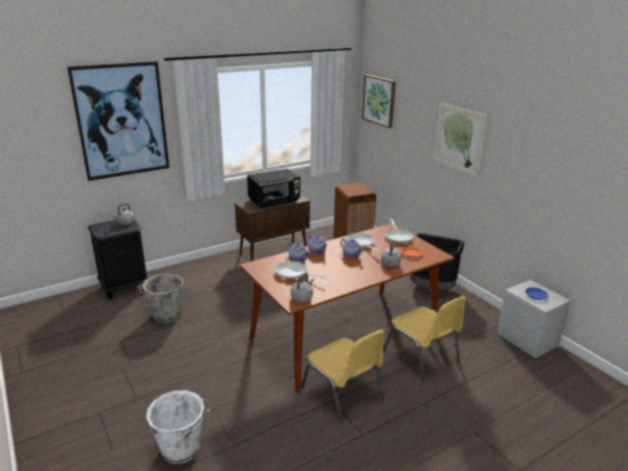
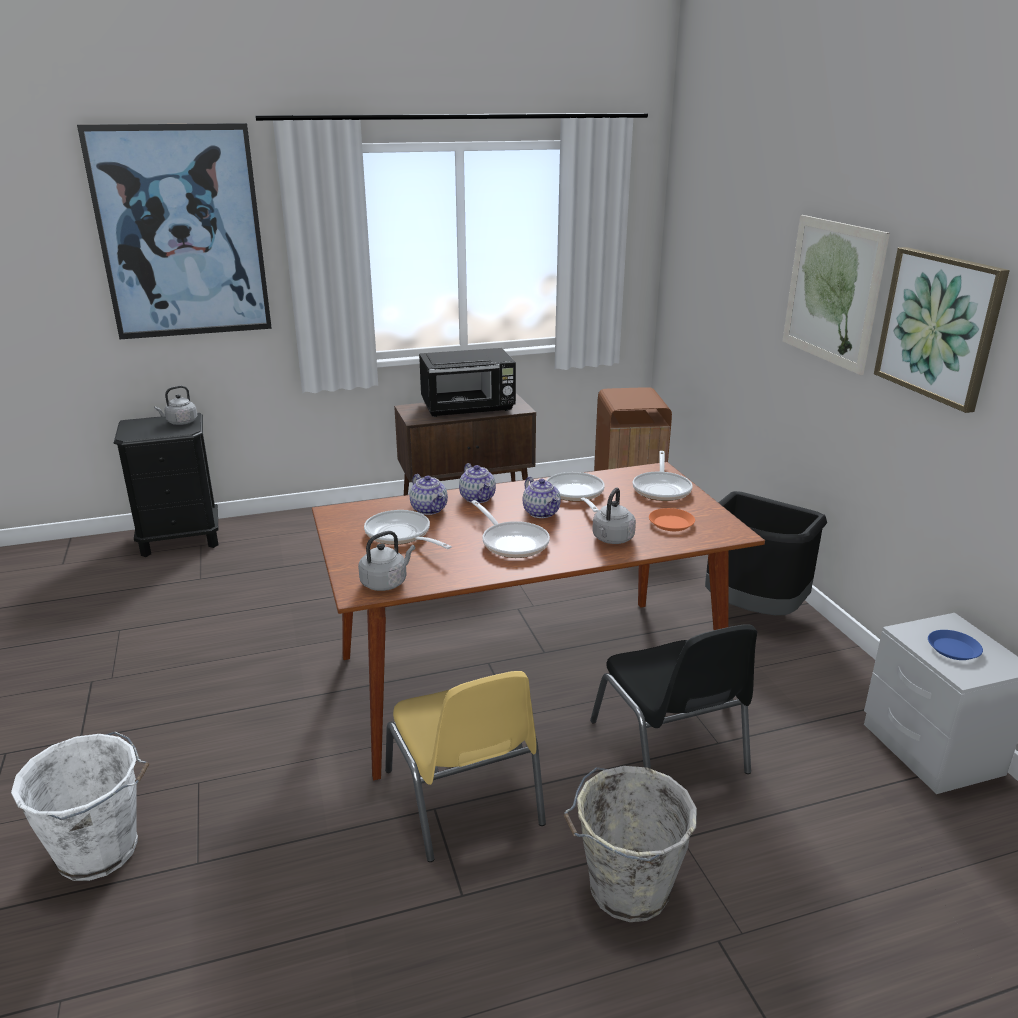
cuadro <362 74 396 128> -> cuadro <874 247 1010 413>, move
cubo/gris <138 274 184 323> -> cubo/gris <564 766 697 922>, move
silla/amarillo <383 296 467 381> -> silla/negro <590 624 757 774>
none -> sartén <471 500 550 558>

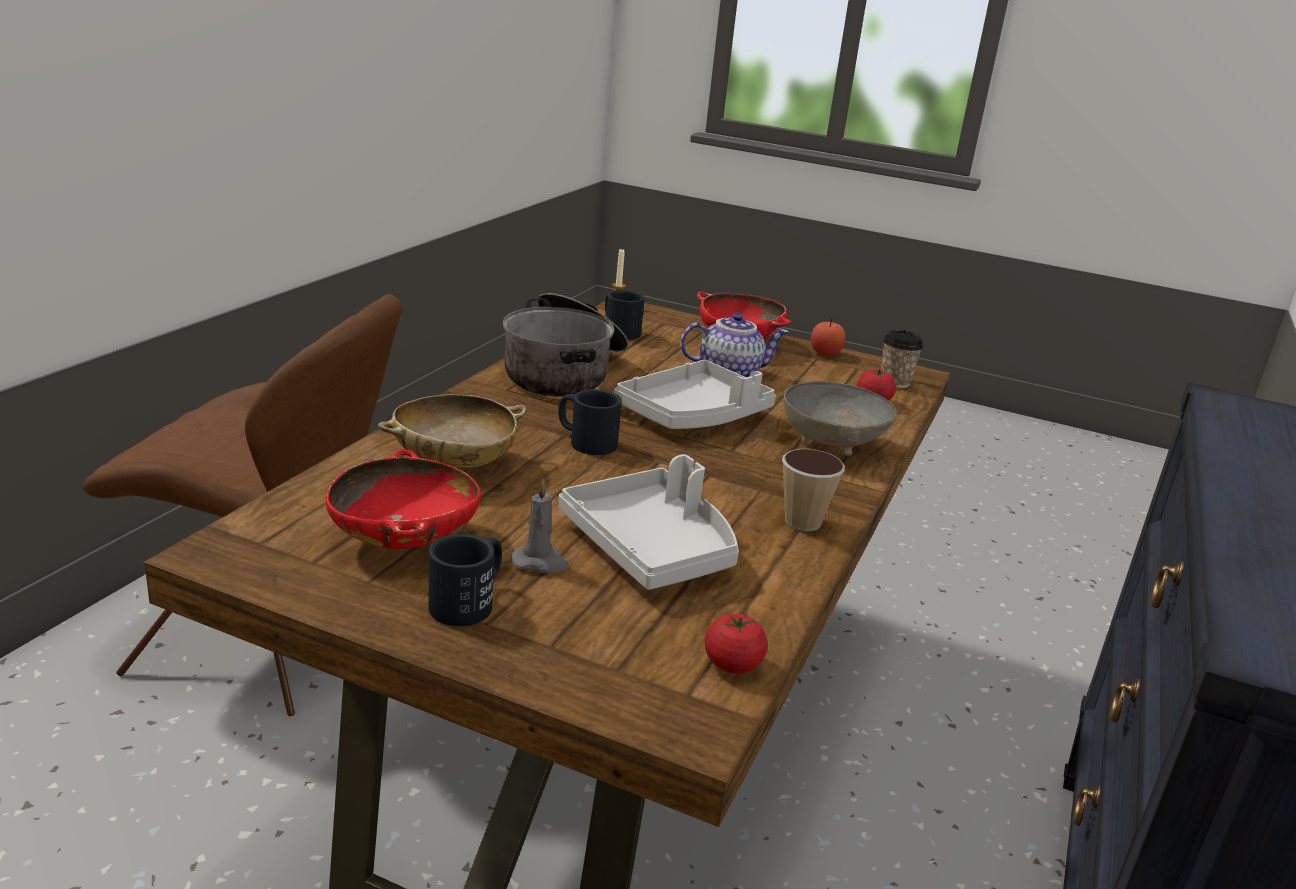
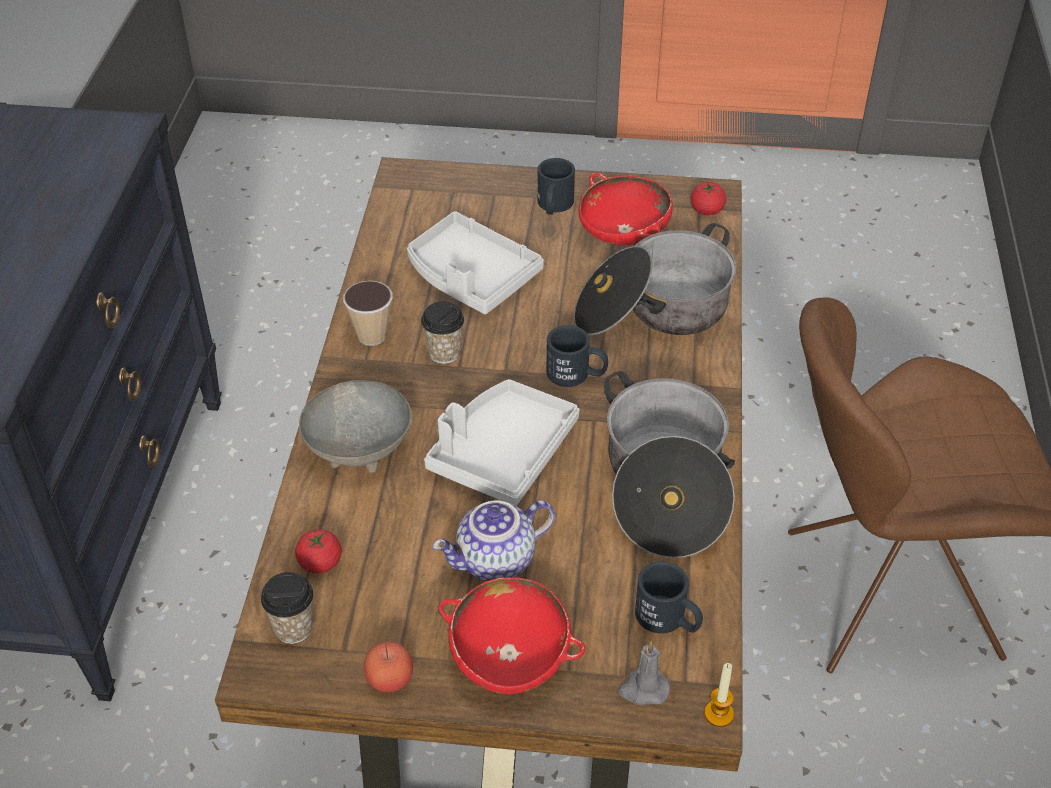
cuenco/beis <378 394 527 470> -> olla <574 223 736 335>
vela/gris <511 479 569 573> -> vela/gris <618 641 670 705>, move
tomate <705 613 768 673> -> tomate <690 182 726 215>, move
none -> taza <421 301 464 364>

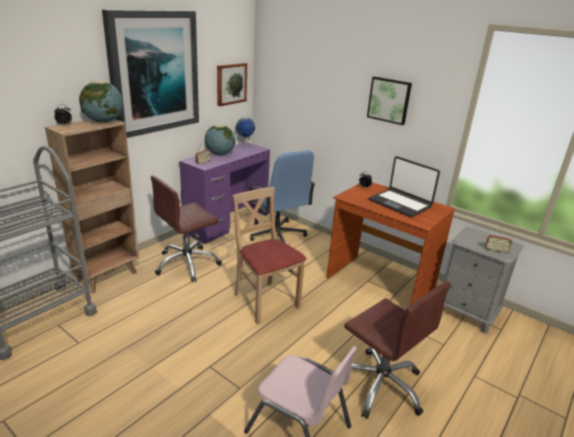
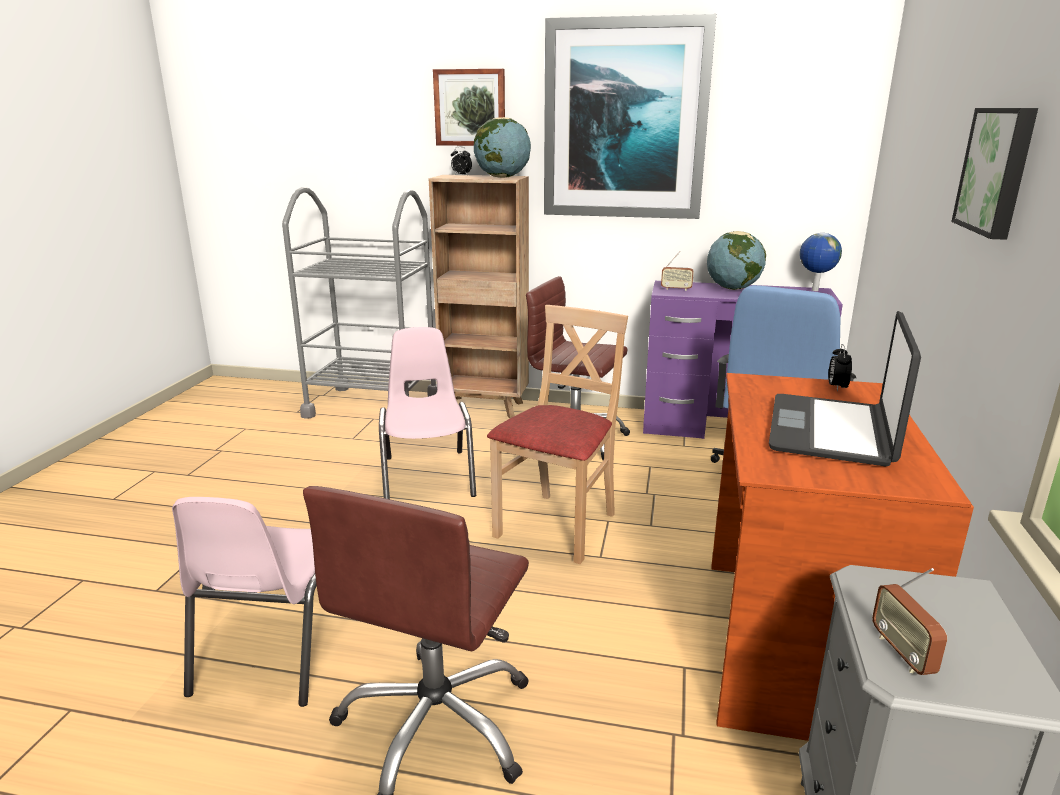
cuadro <217 63 247 106> -> cuadro <433 69 505 146>, move
none -> silla/rosa <379 327 476 499>

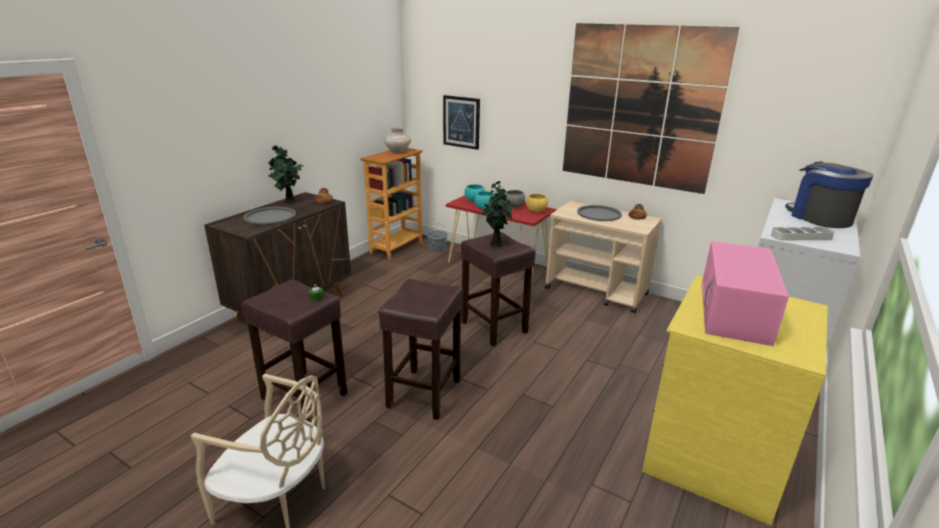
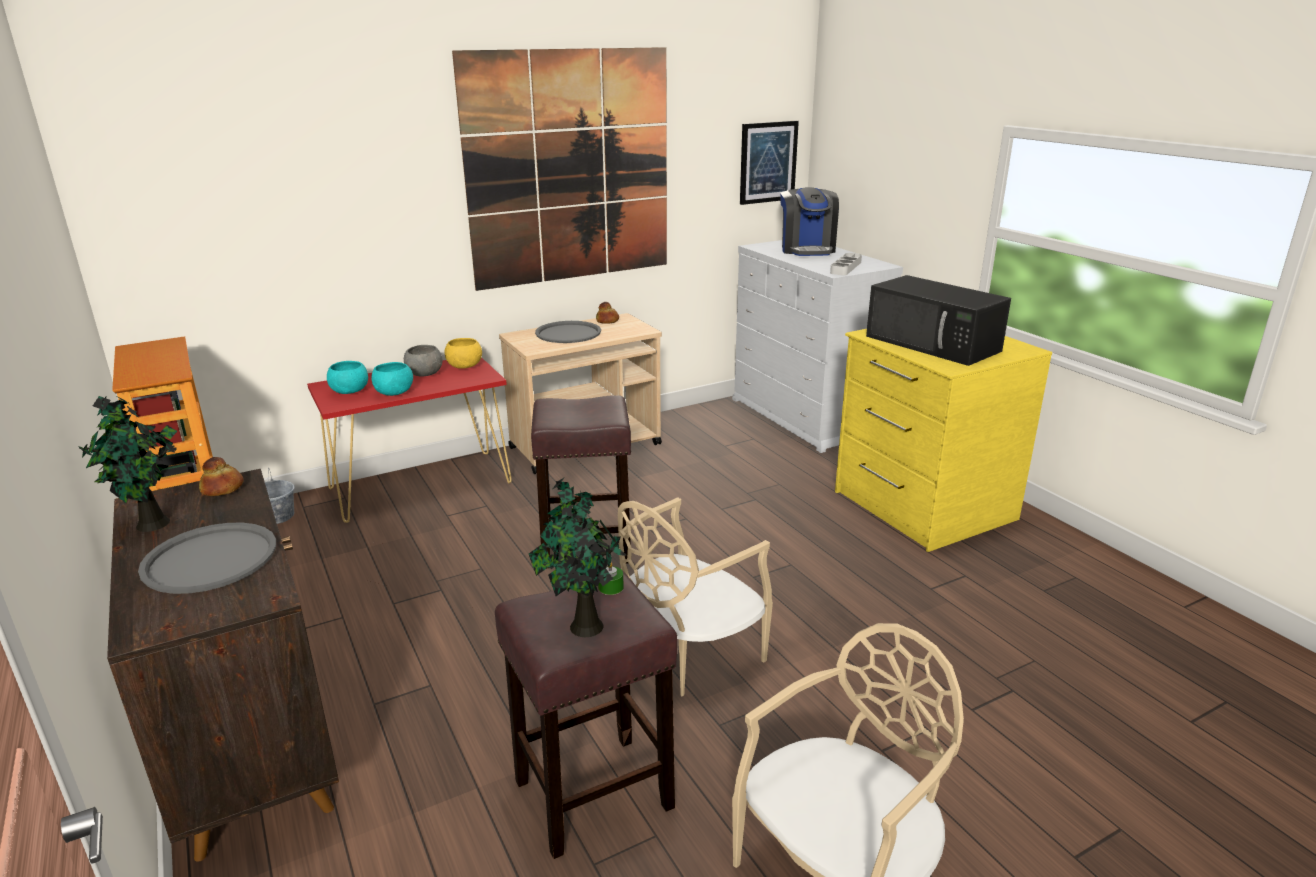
cuadro <443 95 480 150> -> cuadro <740 121 799 205>, move
florero/beis <385 127 411 153> -> none
cafetera <785 162 873 228> -> cafetera <780 187 839 256>, 105 degrees counterclockwise
planta en maceta <482 181 512 247> -> planta en maceta <529 477 626 637>, move
microondas/rosa <702 241 789 346> -> microondas/negro <866 275 1011 366>
taburete/marrón <379 279 463 420> -> silla/beis <618 497 773 697>

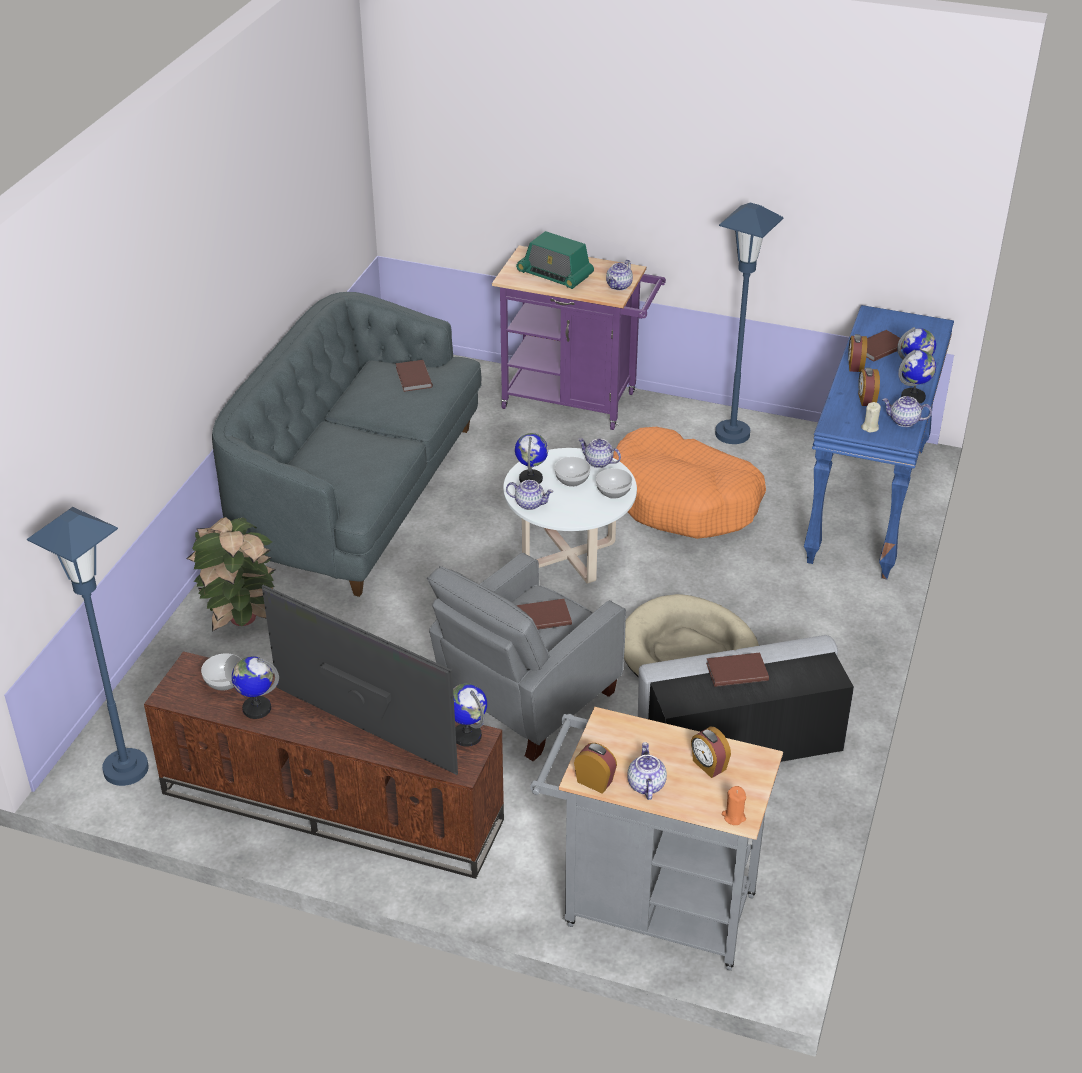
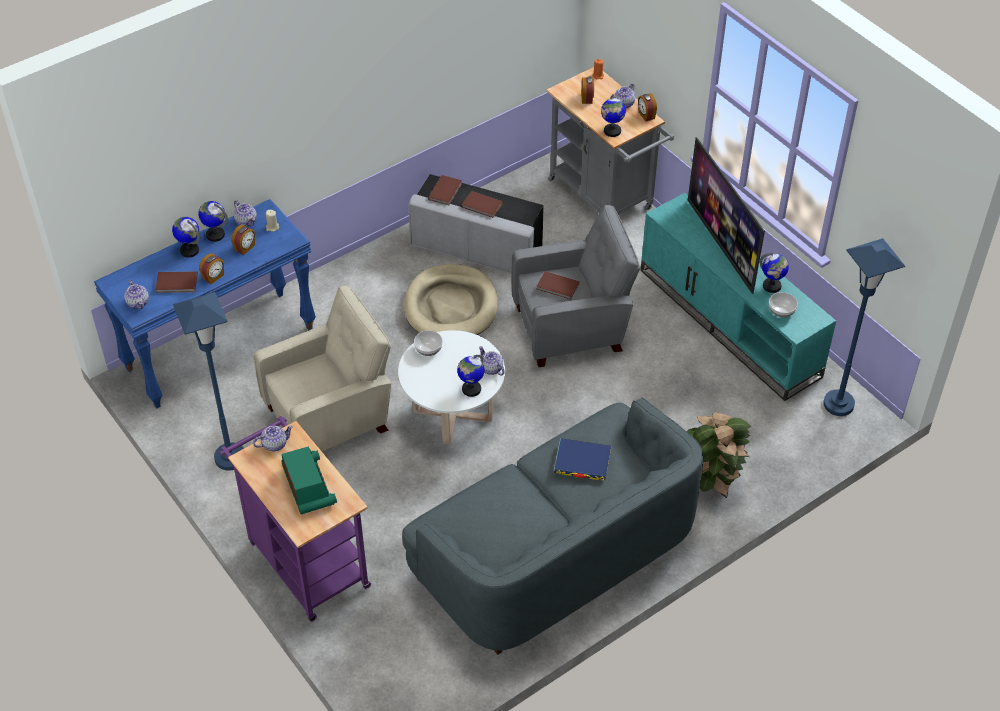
libro/marrón <395 360 433 392> -> libro/marrón <428 175 462 205>, move
cama para perro/naranja <613 427 766 539> -> sillón/beis <254 285 391 452>
tetera <578 438 621 468> -> tetera <124 280 149 309>, move
cuenco <555 457 590 487> -> none
mueble de televisión/marrón <144 651 504 879> -> mueble de televisión/turquesa <640 193 836 401>
globo terráqueo <453 683 487 747> -> globo terráqueo <601 94 626 137>, move
none -> libro/azul <554 438 611 480>

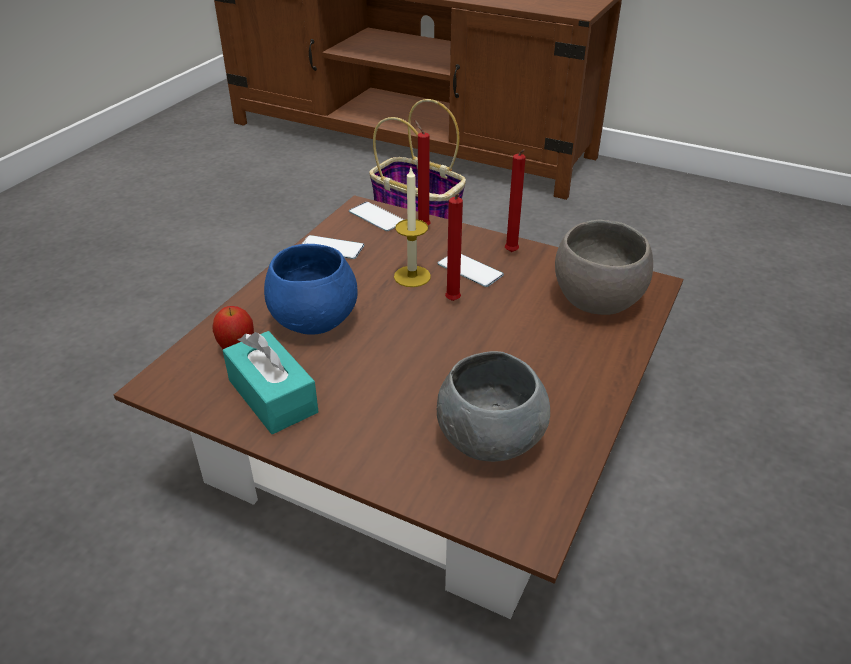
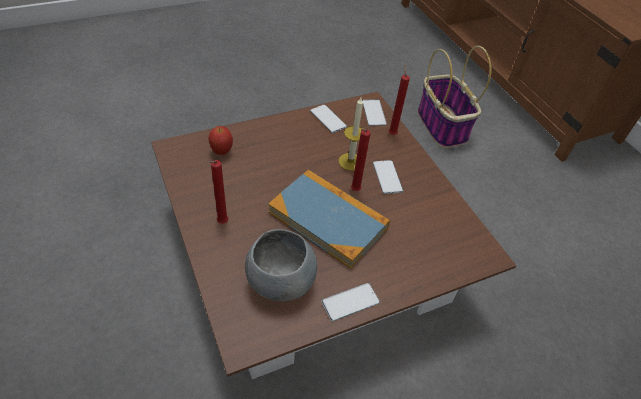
vela/rojo <505 150 526 252> -> vela/rojo <208 160 228 224>, move
cuenco/gris <555 219 653 315> -> none
cuenco/azul <264 244 357 335> -> none
caja de pañuelos/turquesa <223 331 318 434> -> none
none -> libro <268 170 390 269>
none -> móvil <321 283 380 321>

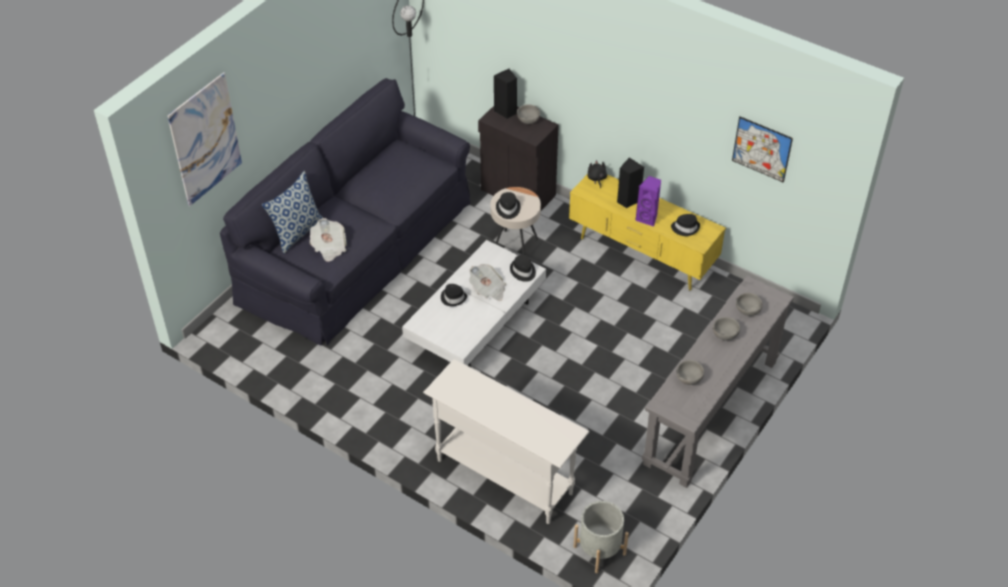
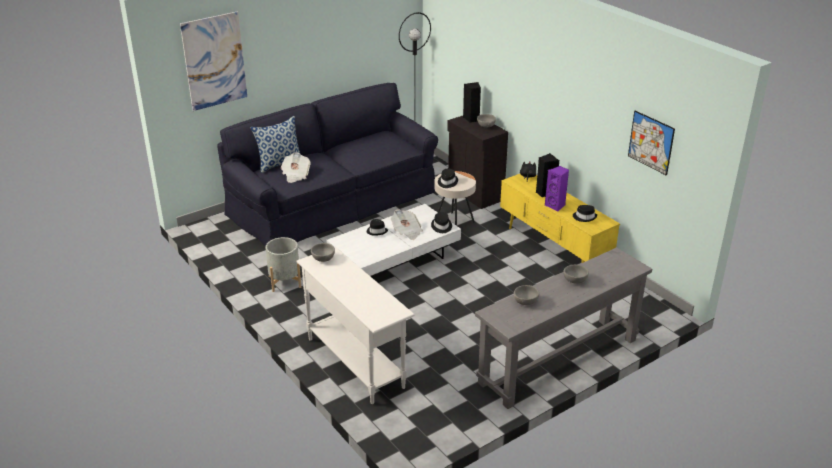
cuenco/gris <736 293 763 316> -> cuenco/gris <311 243 335 262>, move
maceta/gris <574 501 629 573> -> maceta/gris <265 237 301 292>, move

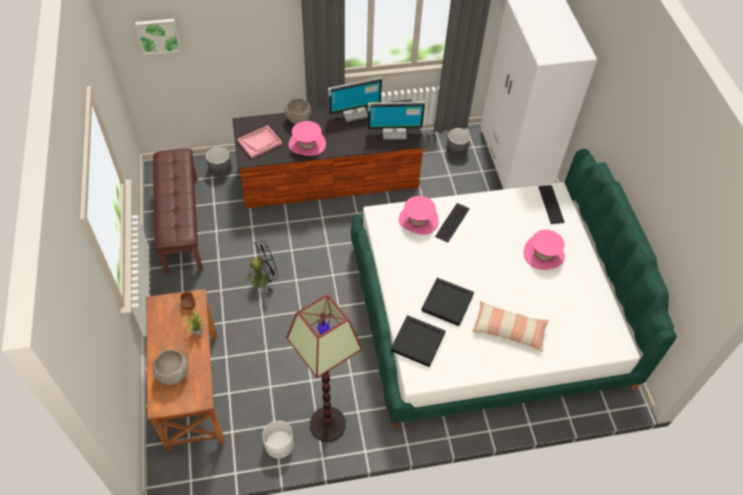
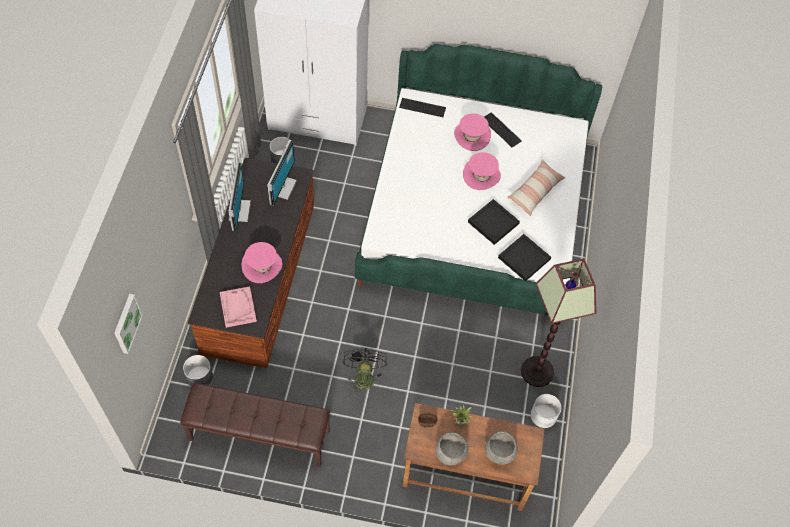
cuenco/gris <285 99 311 124> -> cuenco/gris <435 432 468 465>, move
sombrero/rosa <399 196 438 235> -> sombrero/rosa <463 152 501 190>, move
teclado <435 203 470 243> -> teclado <485 112 522 147>, move

